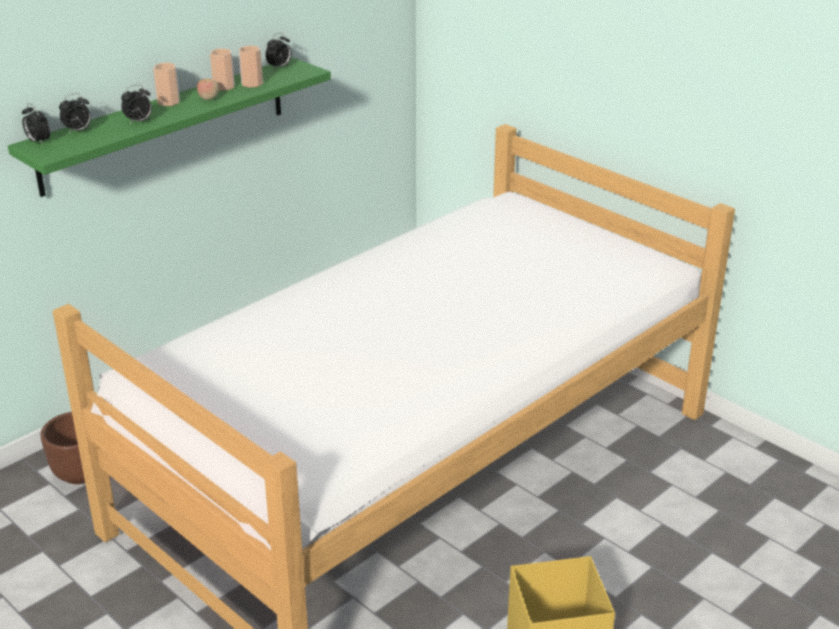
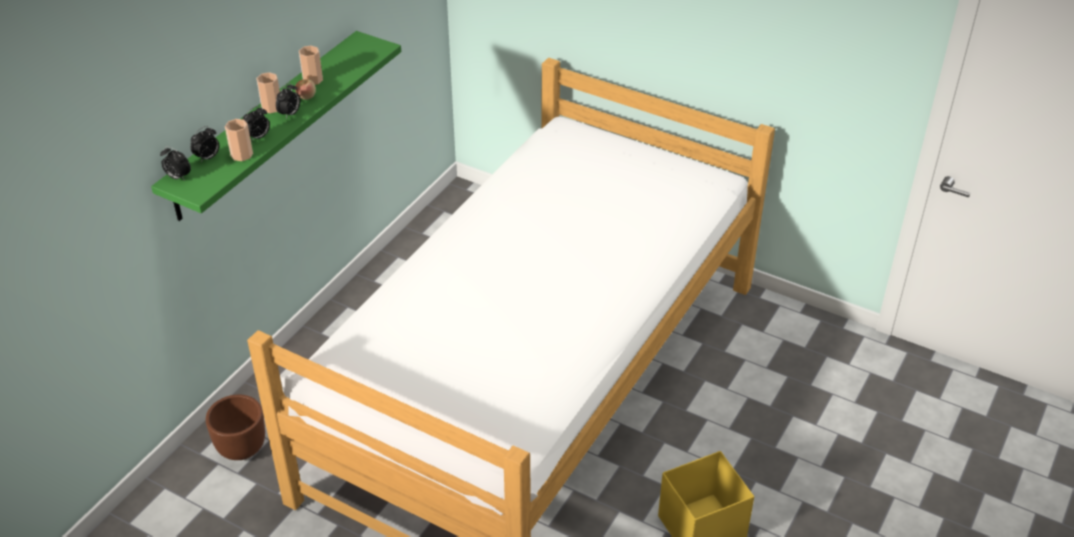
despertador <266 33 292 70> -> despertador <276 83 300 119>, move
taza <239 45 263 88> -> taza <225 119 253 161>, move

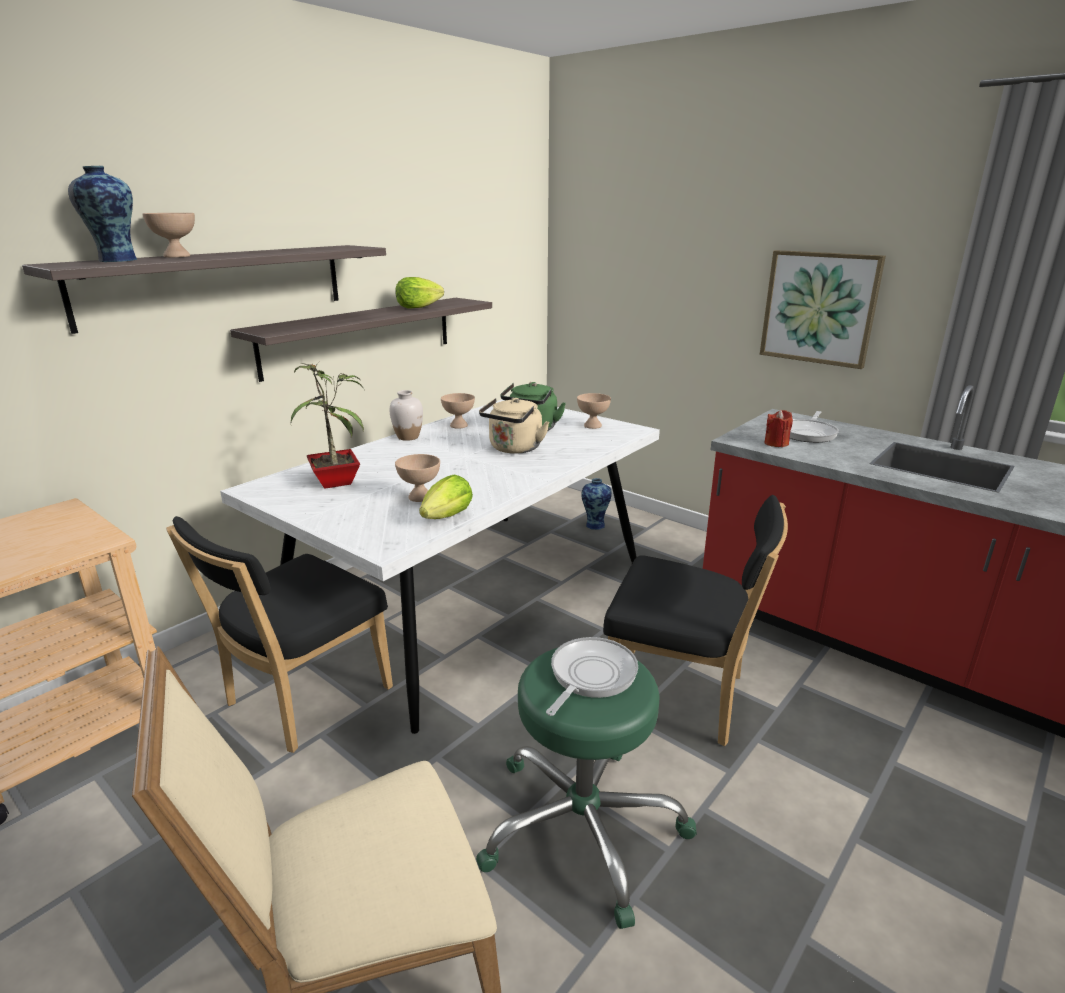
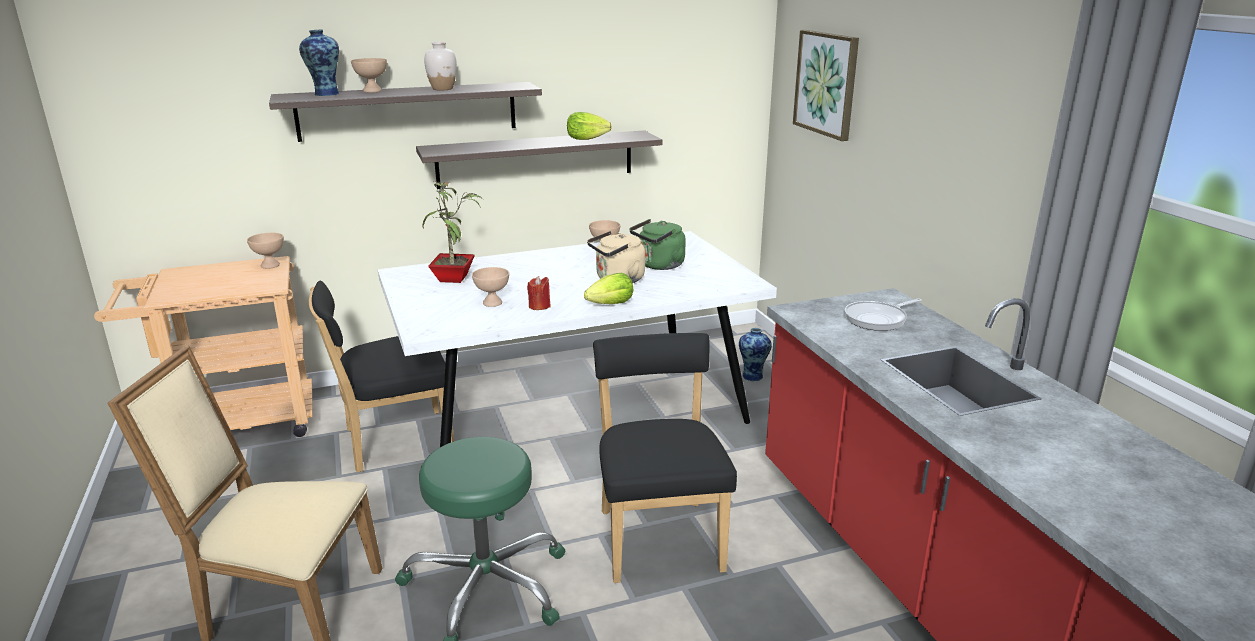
cuadro <760 250 886 369> -> cuadro <793 30 859 141>, move
florero/blanco <390 390 423 441> -> florero/blanco <424 41 457 90>, move
cuenco/beis <577 393 611 429> -> cuenco/beis <247 233 284 269>, move
vela/rojo <764 410 793 447> -> vela/rojo <527 276 551 310>, move
lechuga <419 475 473 519> -> lechuga <584 273 634 304>, move
silla/negro <603 495 788 746> -> silla/negro <593 333 737 583>, 150 degrees counterclockwise
sartén <546 637 638 716> -> none

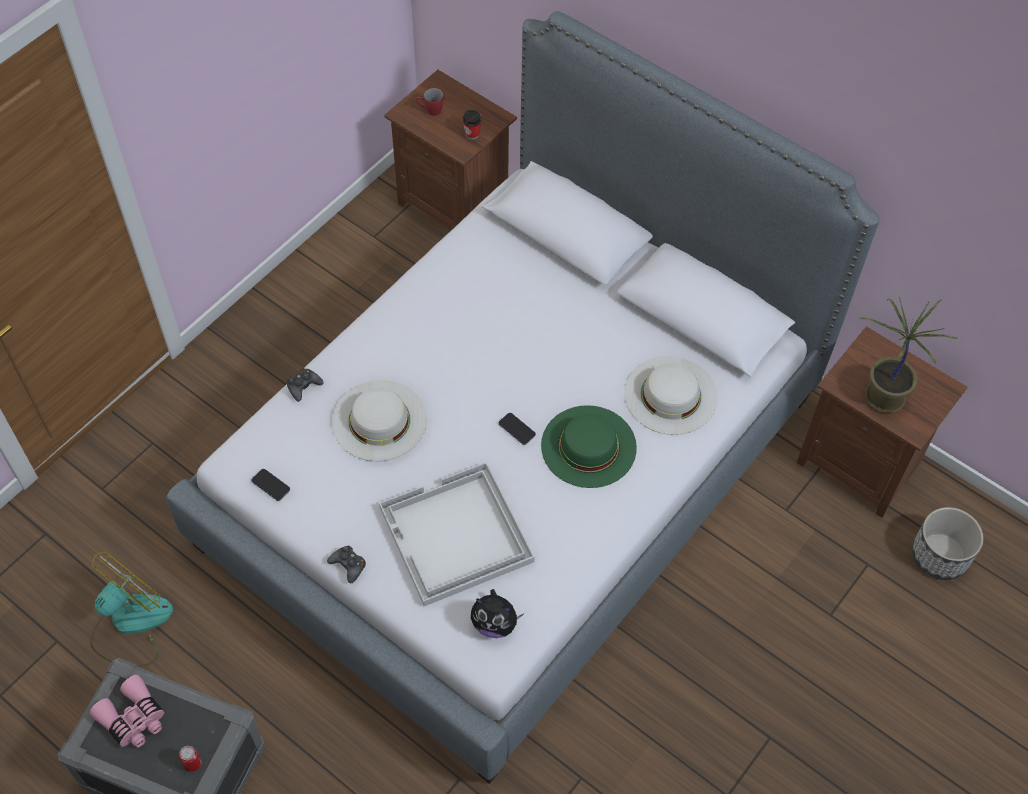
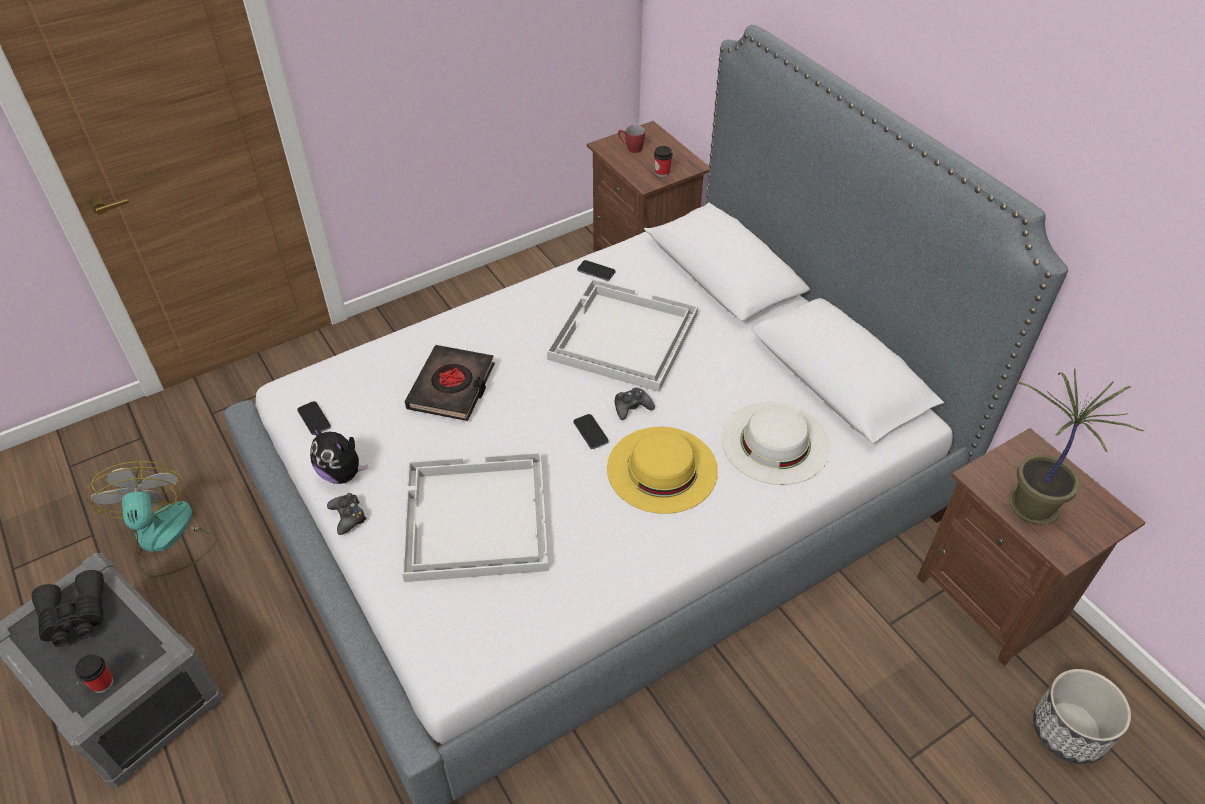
mando de consola/negro <287 368 324 402> -> mando de consola/negro <615 388 655 420>, move
sombrero/blanco <332 380 427 461> -> libro/negro <404 345 495 421>
sombrero/verde <541 405 637 488> -> sombrero/amarillo <607 427 718 514>
ventilador <90 550 173 667> -> ventilador <85 461 218 578>, 75 degrees counterclockwise
peluche <471 589 524 638> -> peluche <310 426 368 484>, move
prismáticos/rosa <90 675 164 748> -> prismáticos/negro <32 570 104 647>
lata <179 746 202 772> -> taza <75 654 114 693>
none -> móvil <577 260 615 281>
none -> bandeja/blanco <547 279 698 392>

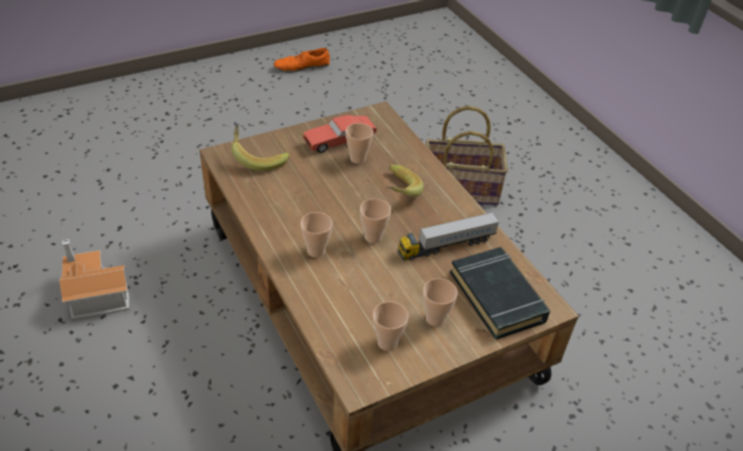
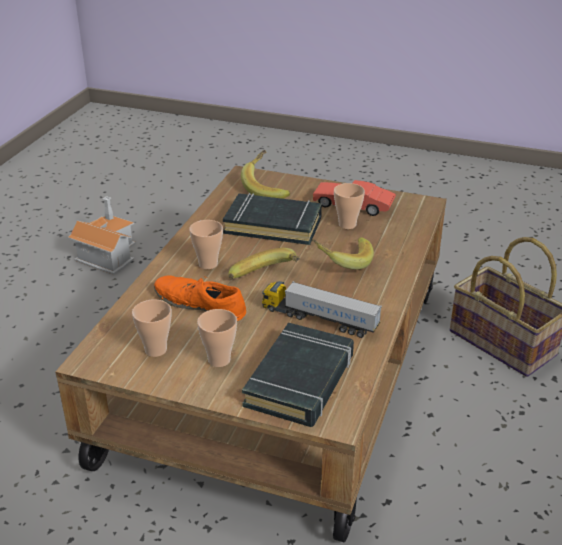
zapato/naranja <274 48 330 73> -> zapato/naranja <154 275 246 321>, move
taza <360 199 391 243> -> plátano <228 248 300 279>
none -> libro/negro <223 193 322 245>

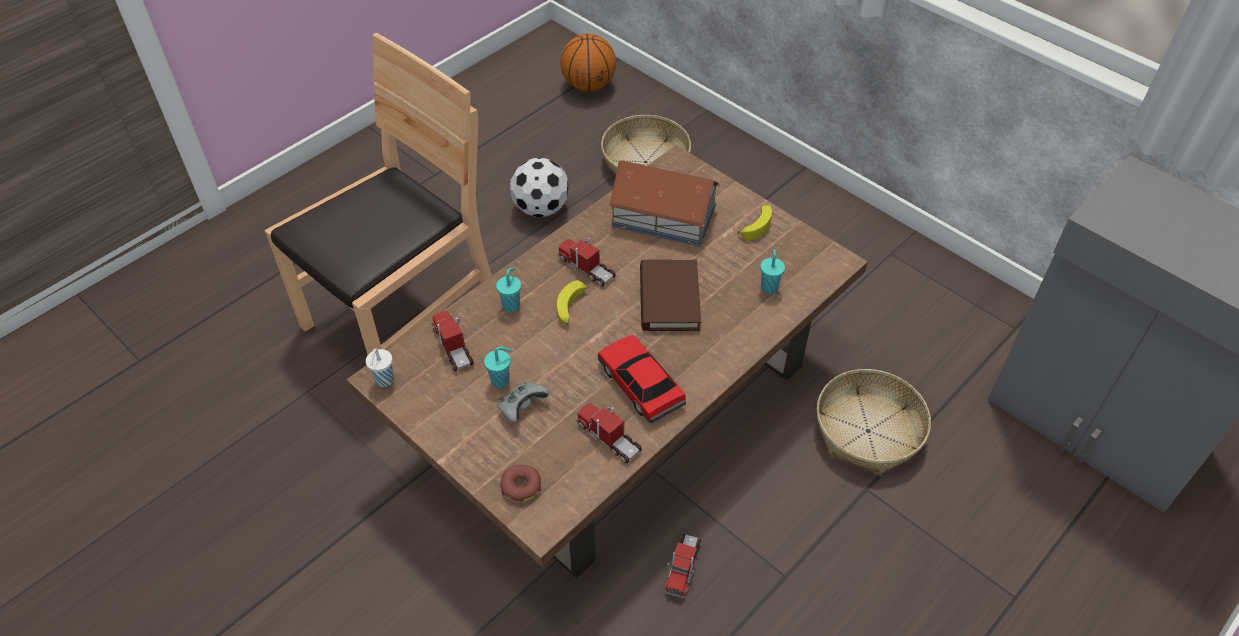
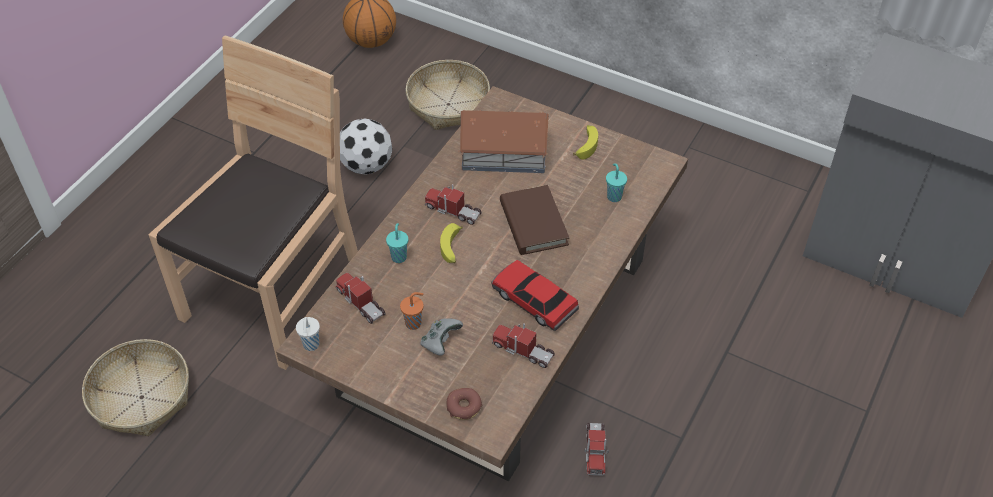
taza/turquesa <484 346 512 388> -> taza/naranja <400 292 424 330>
cesta <816 369 931 475> -> cesta <82 339 189 436>, move

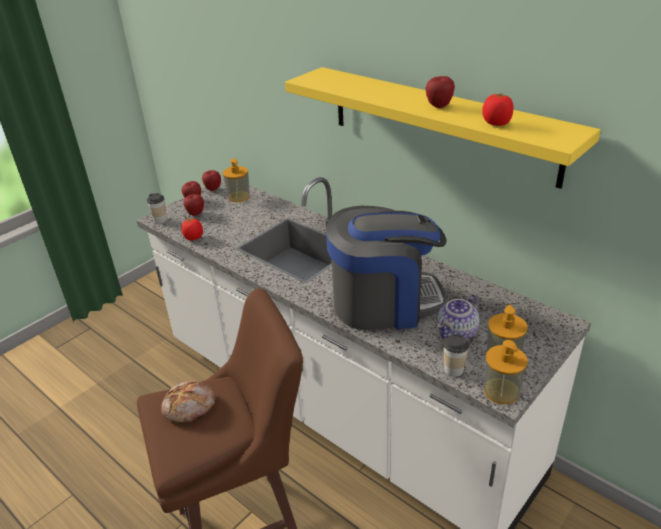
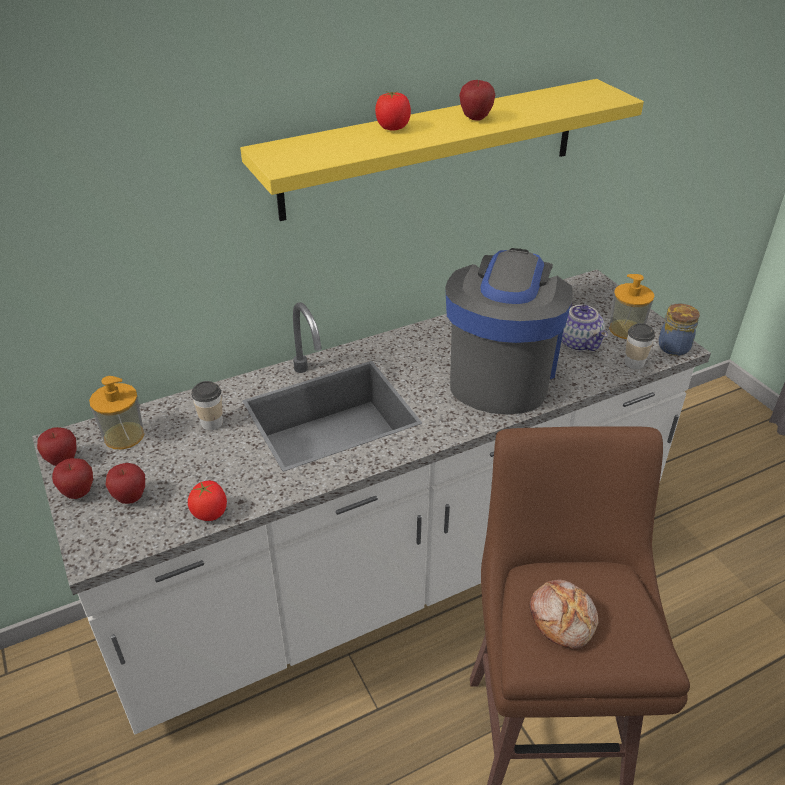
tomate <482 93 514 126> -> tomate <375 91 411 131>, move
taza <147 193 167 224> -> taza <192 381 223 430>, move
dispensador de jabón <484 340 528 404> -> tarro <659 303 700 356>

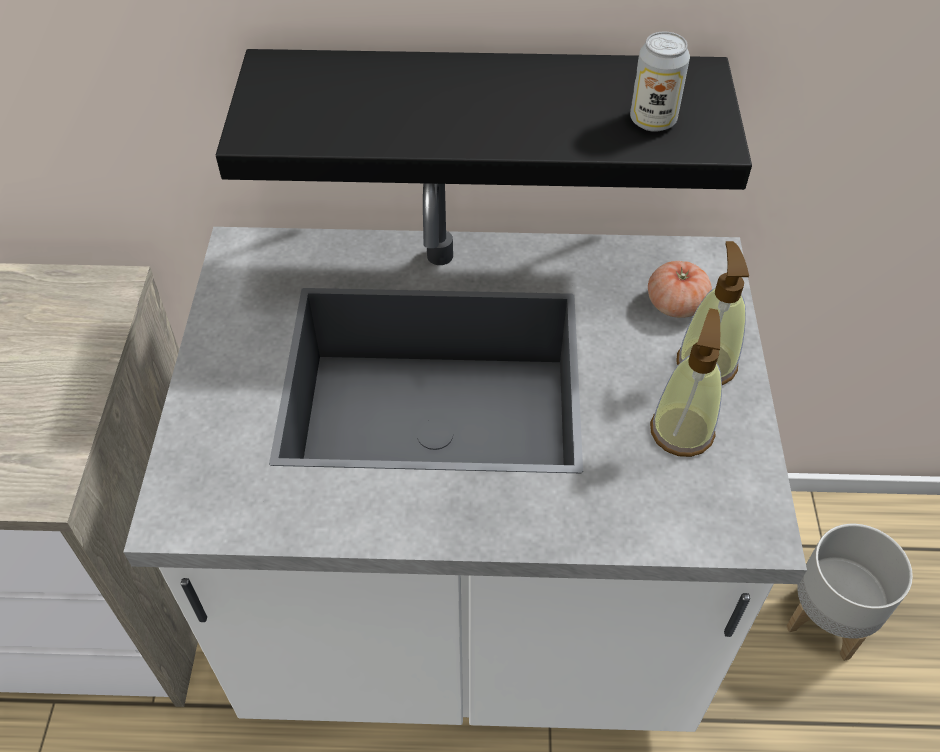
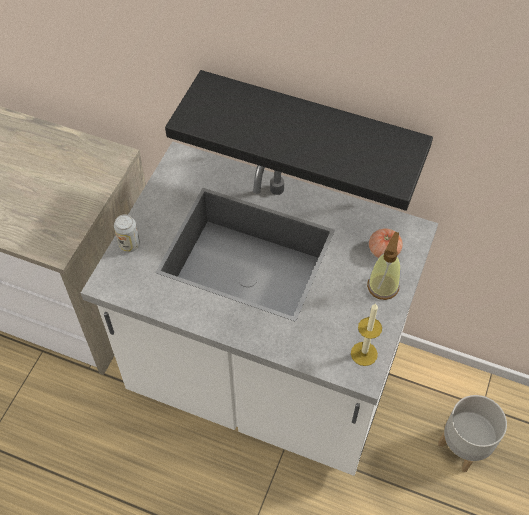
lata <630 32 690 132> -> lata <114 214 140 252>, move
dispensador de jabón <650 308 722 457> -> none
none -> vela <351 303 382 366>

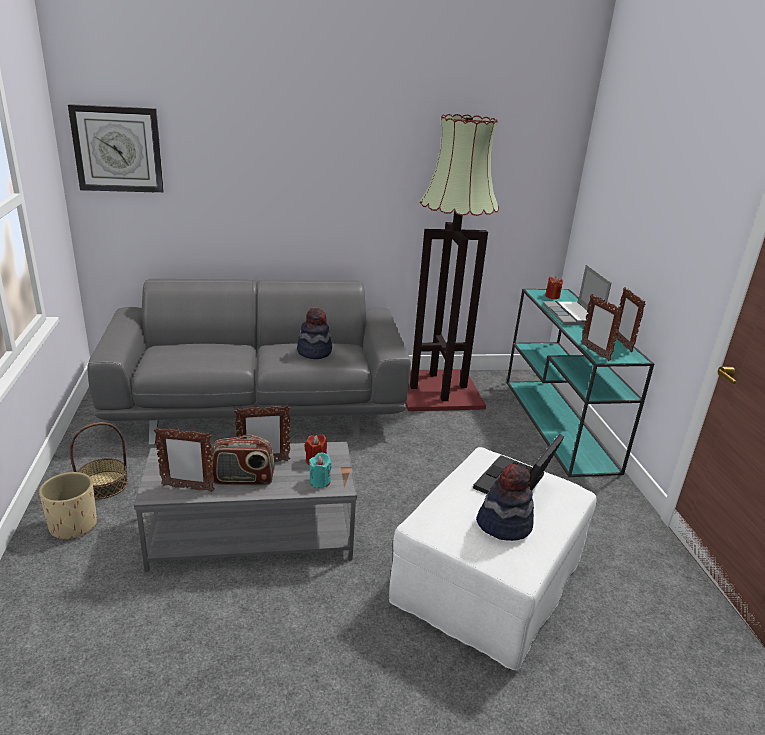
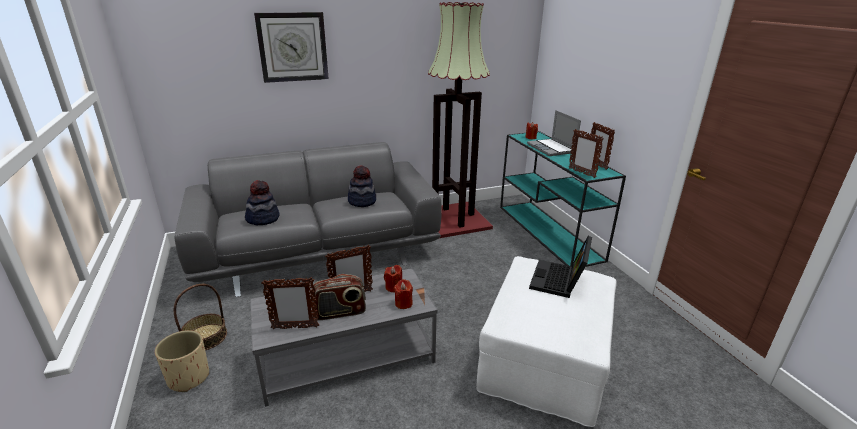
reloj de pared <68 104 164 193> -> reloj de pared <254 12 329 83>, move
vela/turquesa <309 453 331 488> -> vela/rojo <394 279 413 309>
sombrero <476 464 534 541> -> sombrero <245 180 280 225>, move

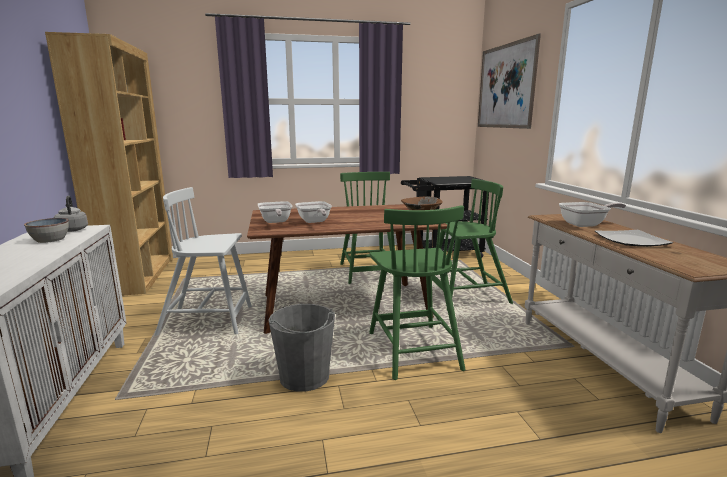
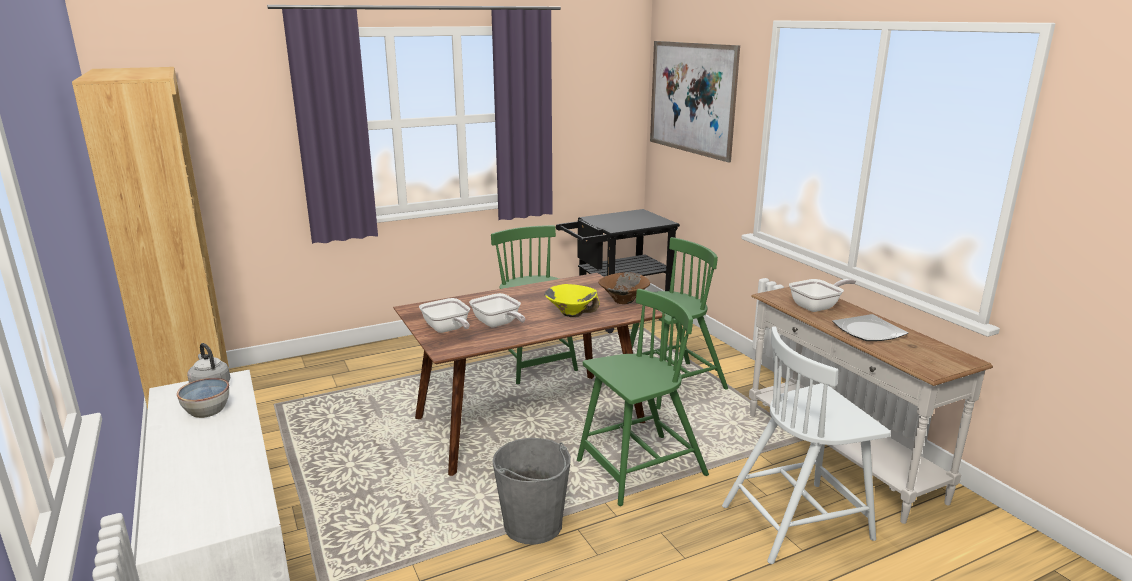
silla/blanco <154 187 252 336> -> silla/blanco <722 327 891 564>, move
silla/verde <369 205 466 380> -> silla/verde <577 289 709 506>, 90 degrees counterclockwise
none -> cuenco/amarillo <544 284 600 317>

